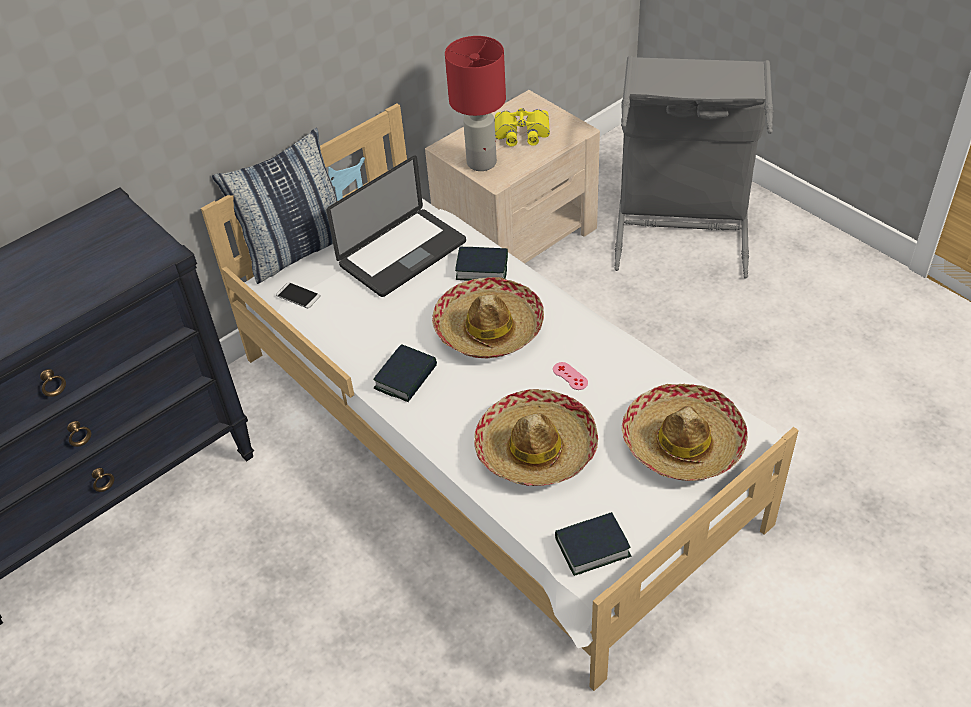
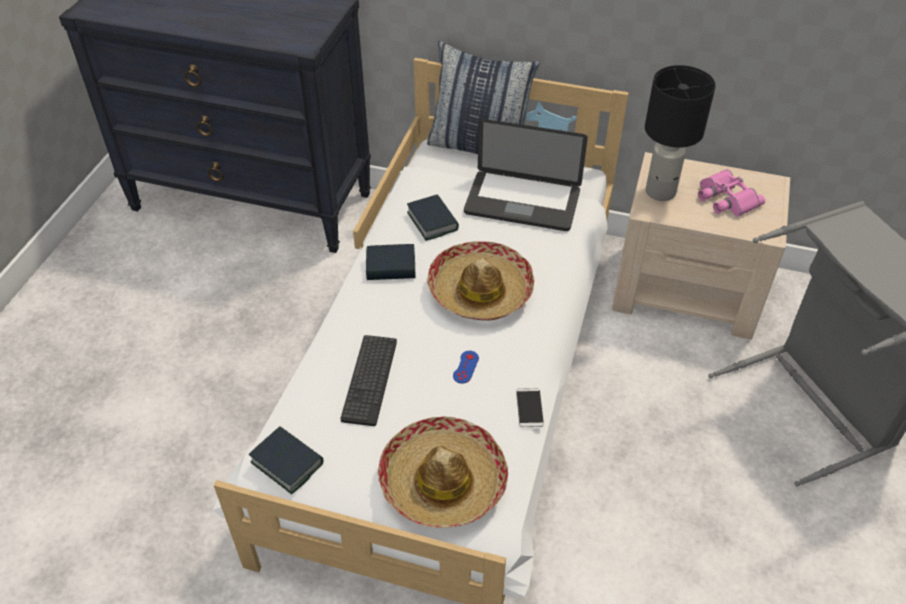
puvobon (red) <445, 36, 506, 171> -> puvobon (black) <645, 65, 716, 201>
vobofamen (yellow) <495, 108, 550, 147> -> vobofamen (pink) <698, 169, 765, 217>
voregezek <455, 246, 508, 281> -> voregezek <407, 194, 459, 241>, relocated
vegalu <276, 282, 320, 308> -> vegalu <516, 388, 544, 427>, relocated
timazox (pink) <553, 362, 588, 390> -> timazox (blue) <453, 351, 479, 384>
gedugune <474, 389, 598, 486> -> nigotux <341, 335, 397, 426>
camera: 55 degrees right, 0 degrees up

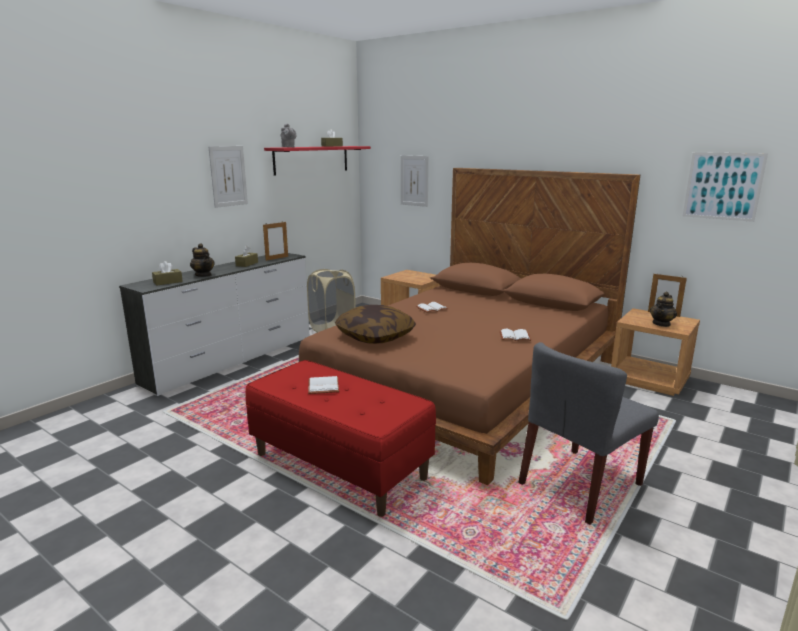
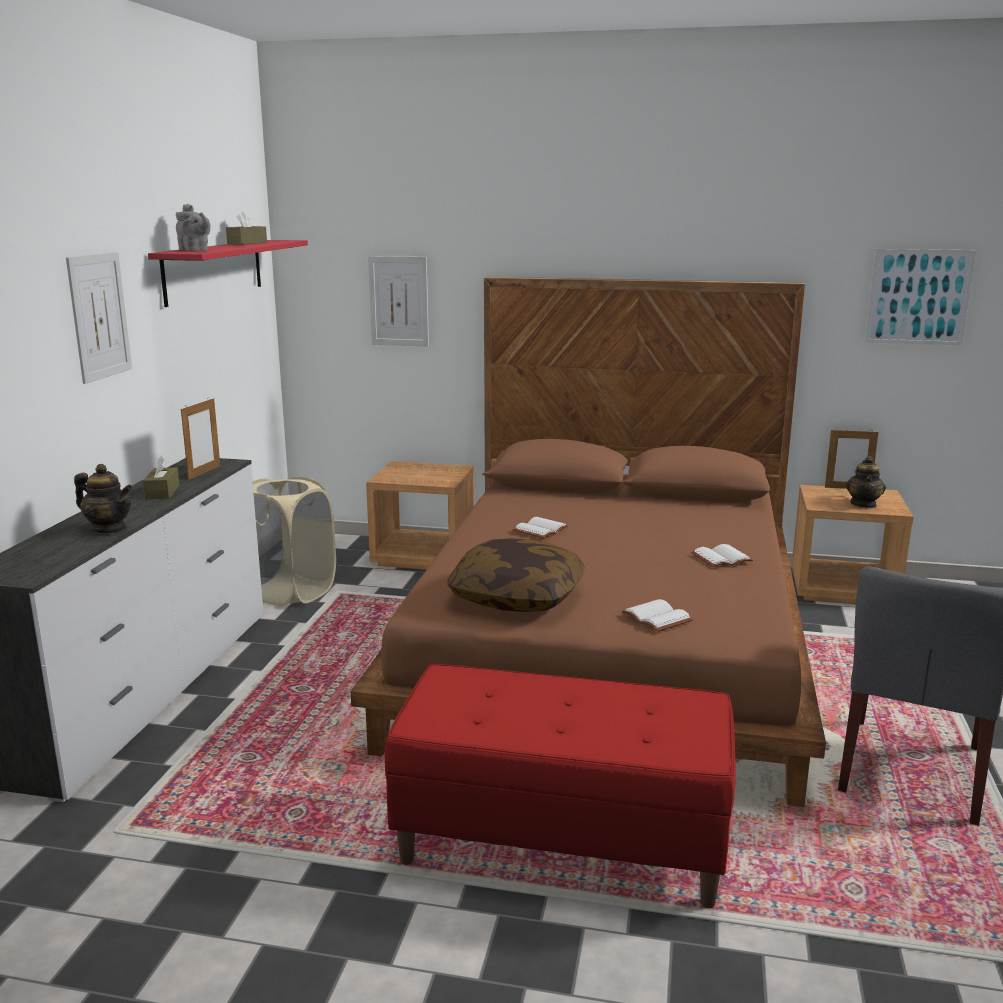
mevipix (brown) <152, 261, 183, 285> -> none
voregezek (white) <308, 376, 339, 394> -> voregezek (white) <622, 599, 693, 632>, relocated
camera: 25 degrees left, 0 degrees up

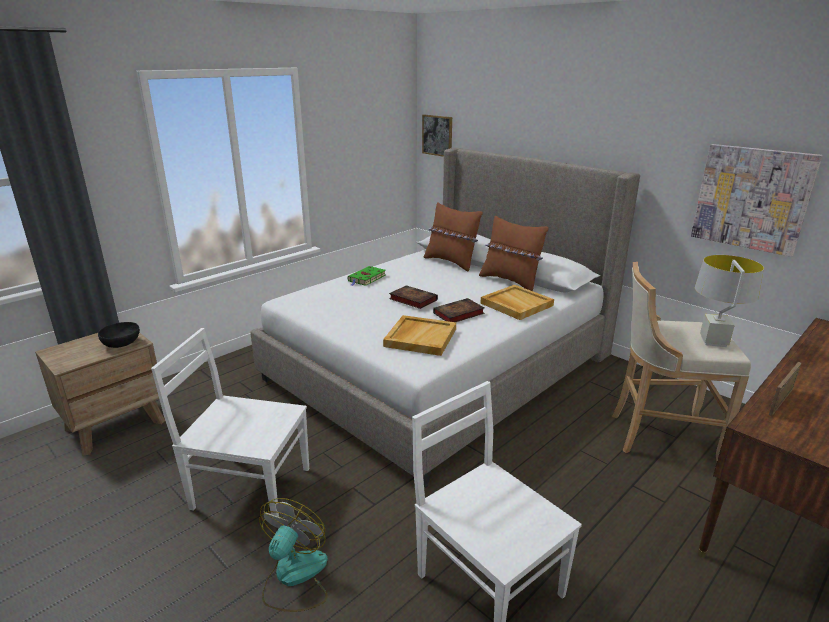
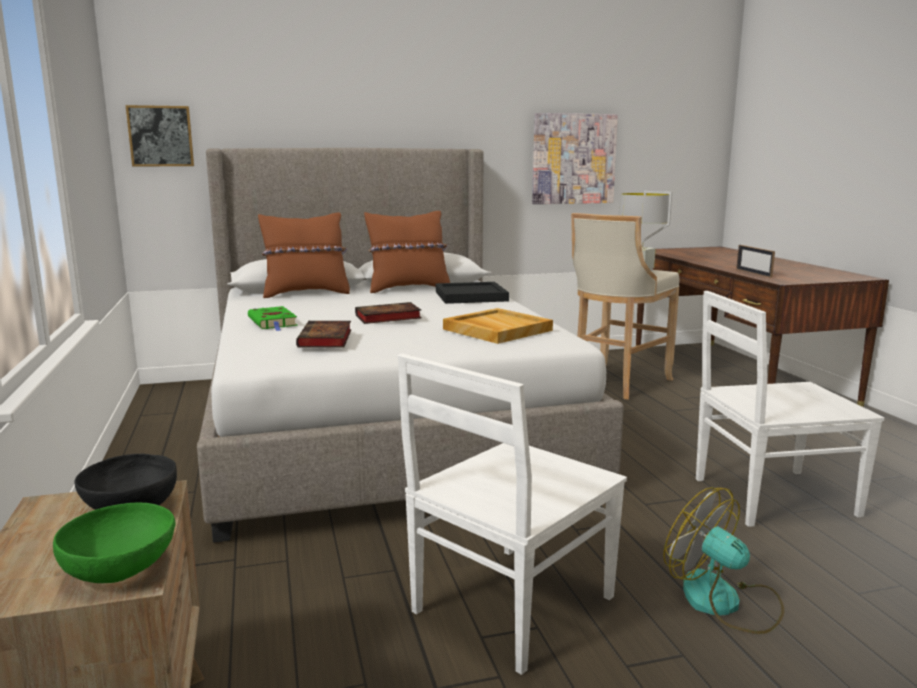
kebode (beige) <480, 285, 554, 320> -> kebode (black) <436, 282, 509, 304>
voregezek <433, 298, 485, 322> -> voregezek <296, 321, 351, 348>, relocated
none -> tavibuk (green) <53, 503, 175, 583>
camera: 60 degrees left, 10 degrees down

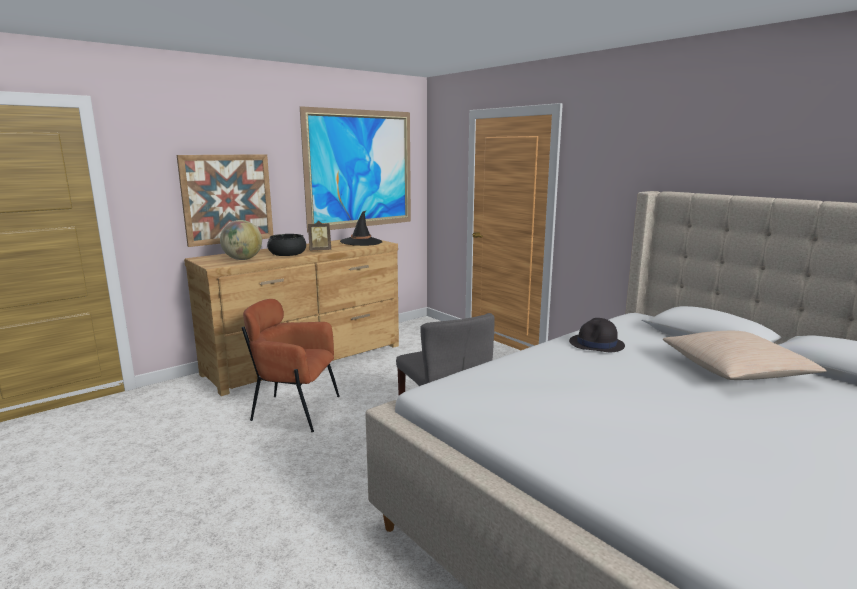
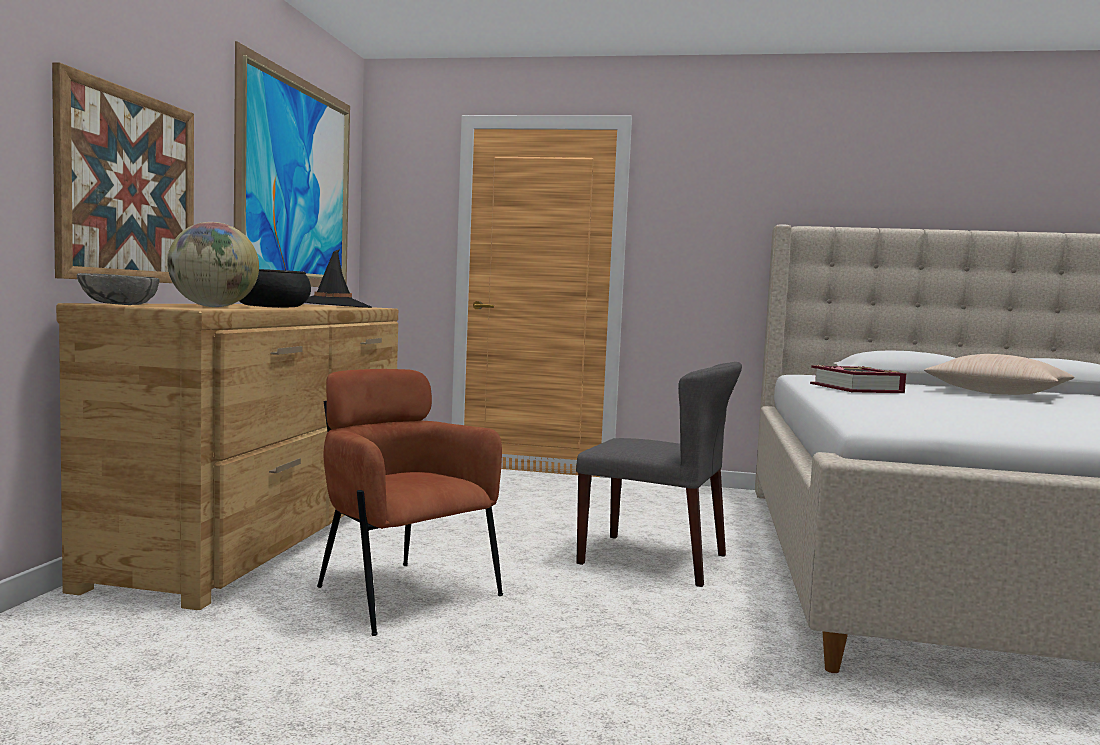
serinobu <308, 221, 331, 251> -> none
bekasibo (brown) <242, 299, 340, 432> -> bekasibo (brown) <317, 369, 503, 636>, 75 degrees clockwise
gedugune (black) <569, 318, 625, 352> -> voregezek <810, 365, 906, 393>
none -> tavibuk (grey) <77, 273, 160, 305>
camera: 40 degrees left, 10 degrees down

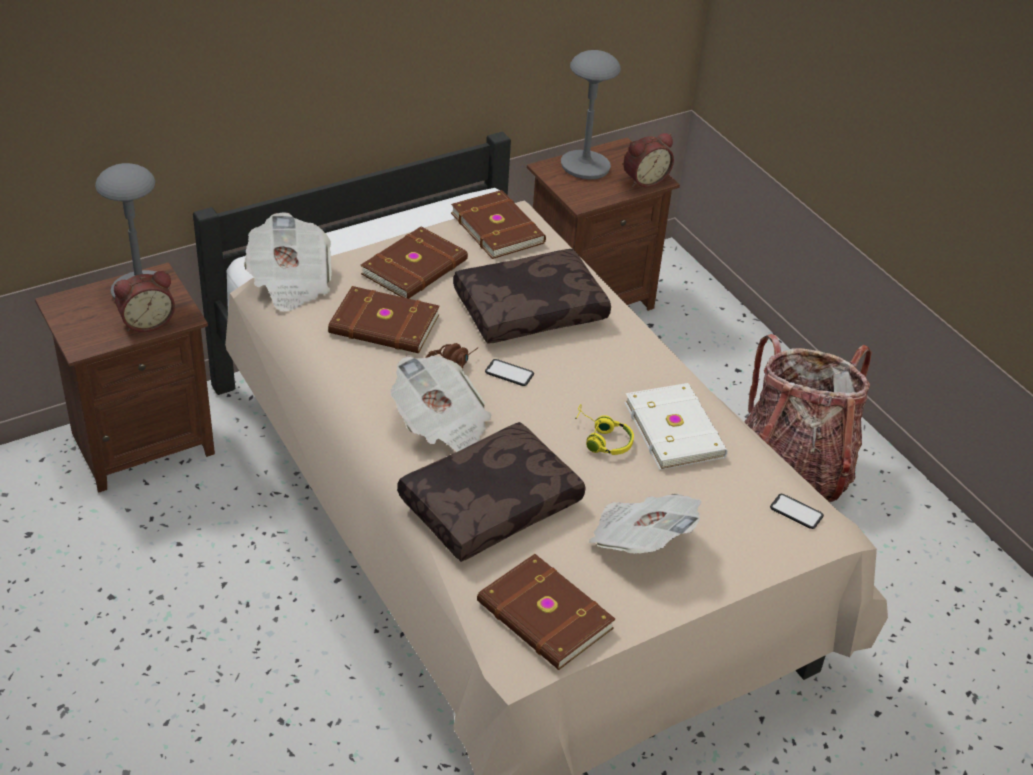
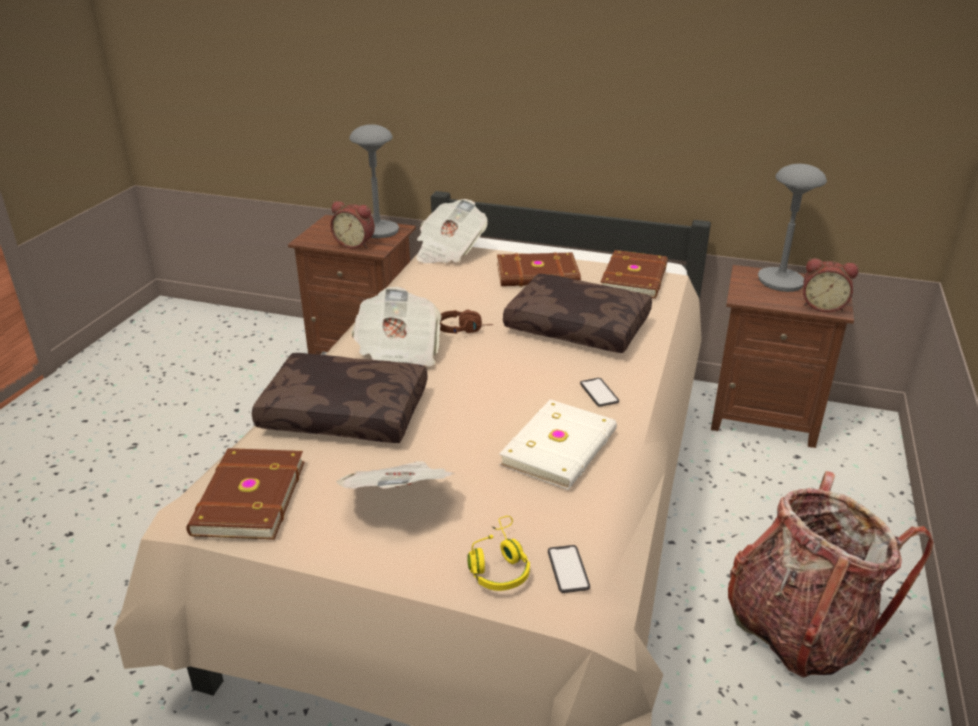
voregezek (brown) <328, 286, 439, 354> -> none
vegalu <485, 359, 534, 386> -> vegalu <580, 378, 619, 407>, relocated
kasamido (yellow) <575, 404, 634, 455> -> kasamido (yellow) <467, 516, 530, 591>, relocated
camera: 50 degrees right, 10 degrees down

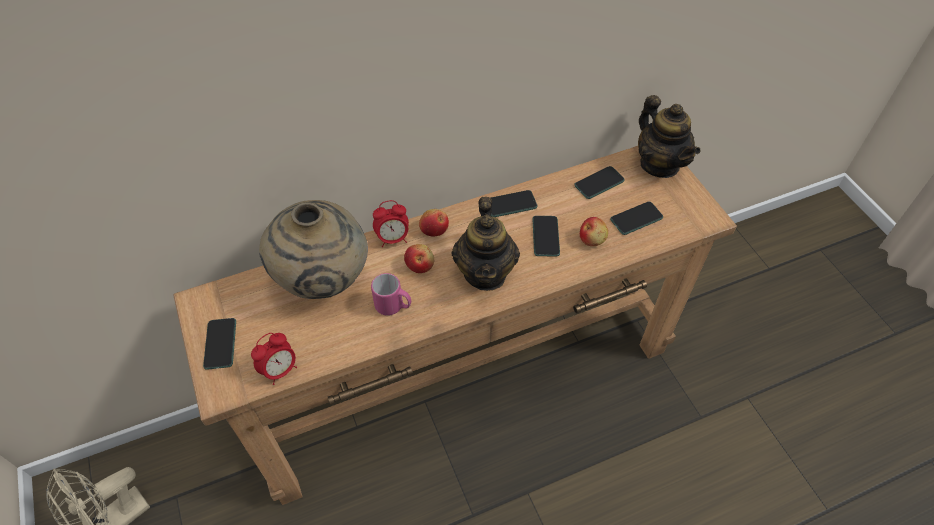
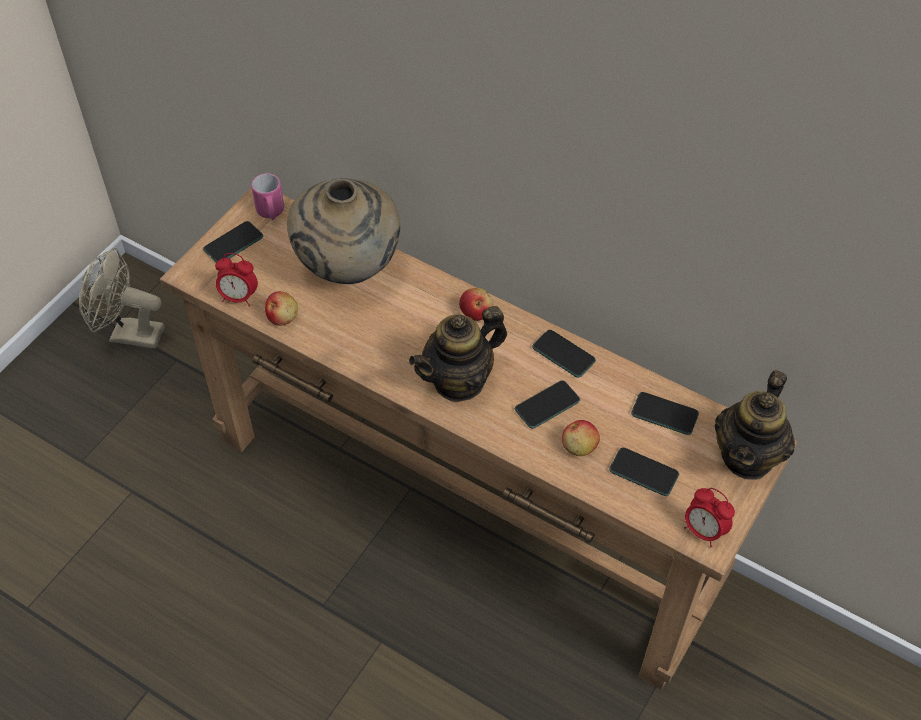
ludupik <373, 200, 409, 247> -> ludupik <684, 488, 735, 547>, relocated
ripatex <404, 244, 434, 273> -> ripatex <265, 291, 298, 326>, relocated
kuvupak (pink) <371, 273, 411, 316> -> kuvupak (pink) <251, 173, 284, 220>, relocated
camera: 55 degrees right, 0 degrees up

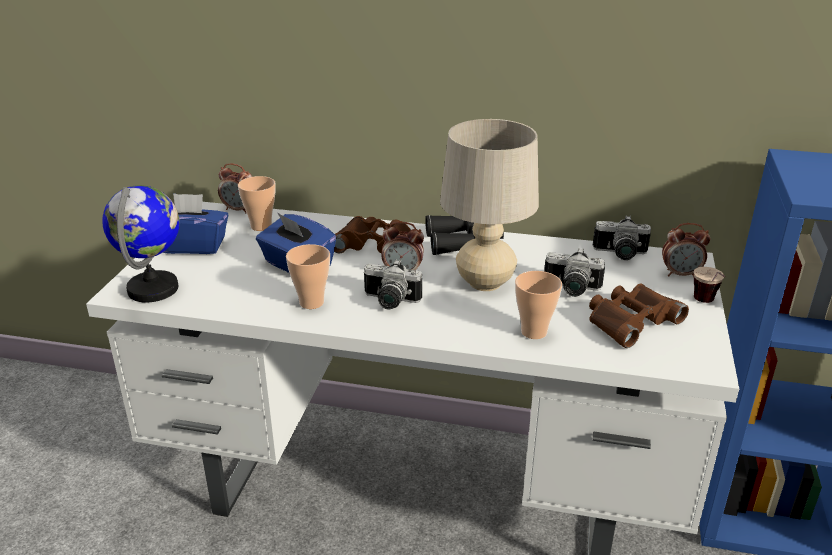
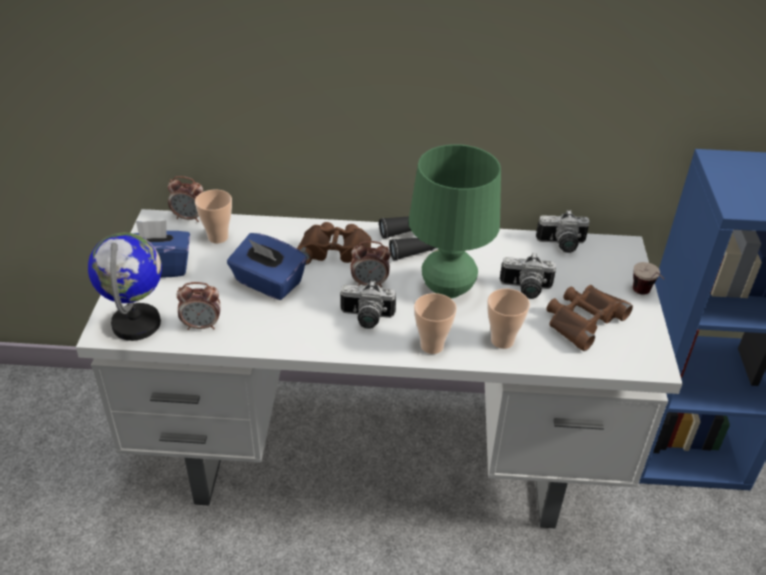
puvobon (beige) <440, 119, 539, 291> -> puvobon (green) <409, 144, 501, 298>
ludupik <662, 223, 710, 278> -> ludupik <176, 282, 221, 330>, relocated
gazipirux <286, 244, 330, 309> -> gazipirux <414, 293, 457, 354>, relocated
camera: 10 degrees left, 10 degrees up

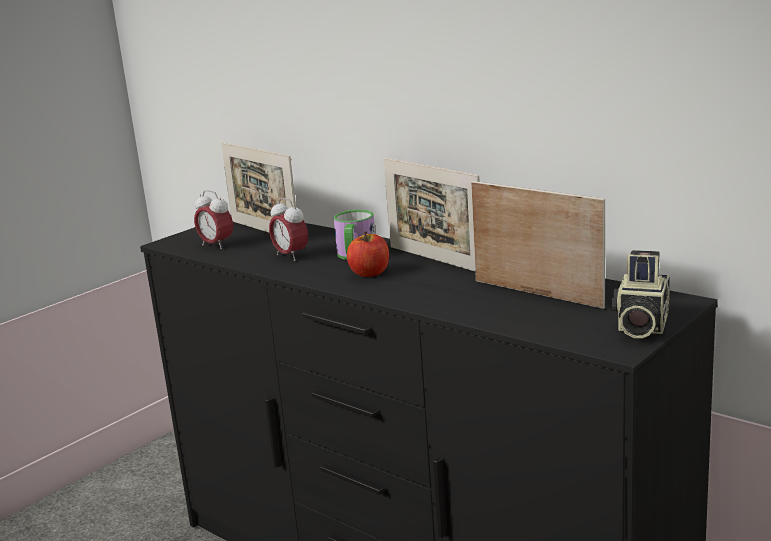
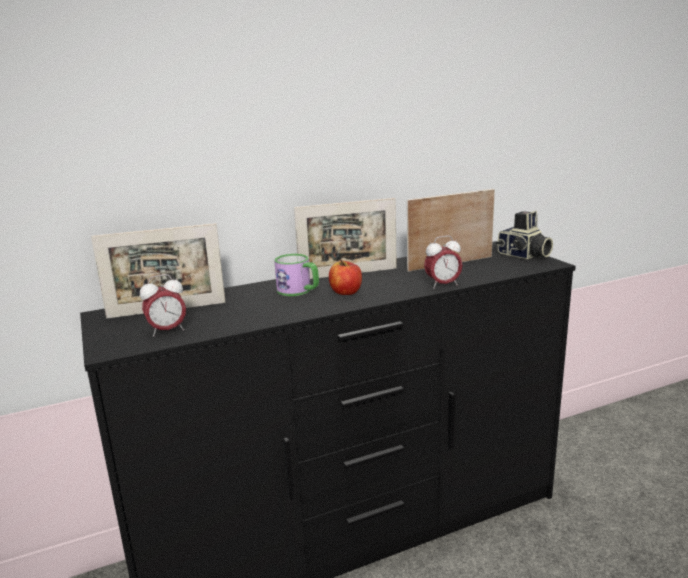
ludupik <269, 198, 308, 261> -> ludupik <424, 235, 463, 289>, relocated
camera: 65 degrees left, 0 degrees up

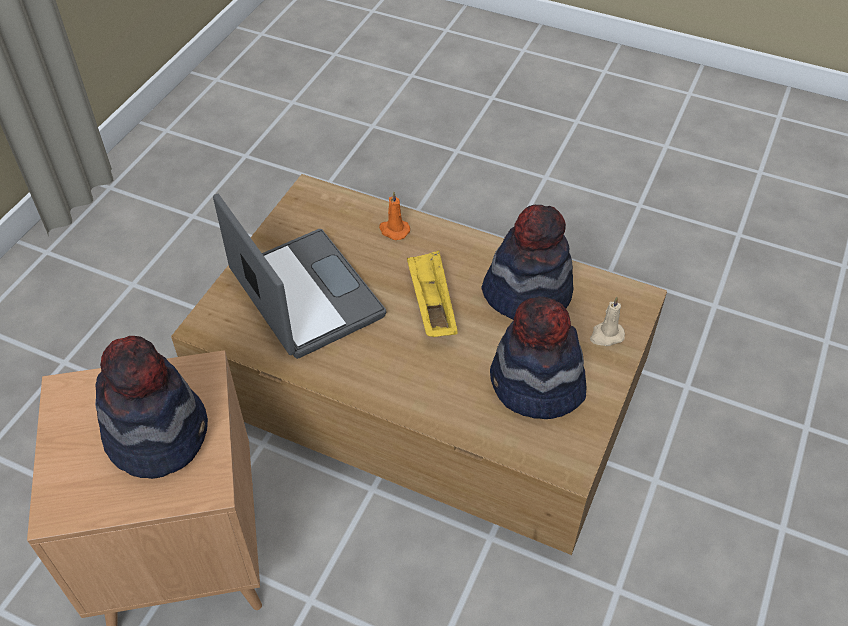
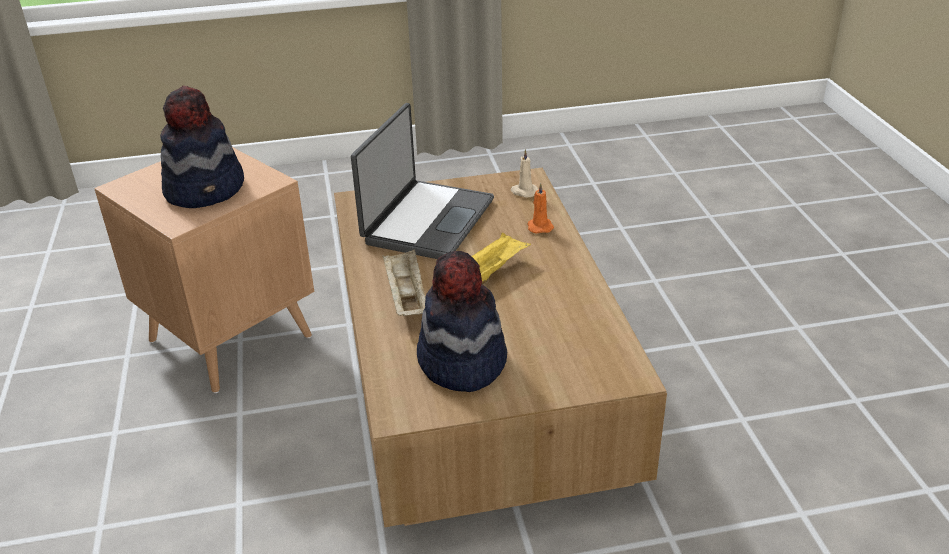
gedugune <481, 205, 573, 320> -> none
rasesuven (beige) <590, 297, 625, 346> -> rasesuven (beige) <511, 149, 538, 198>, relocated
none -> kebode (beige) <383, 249, 425, 316>
camera: 55 degrees right, 15 degrees down

